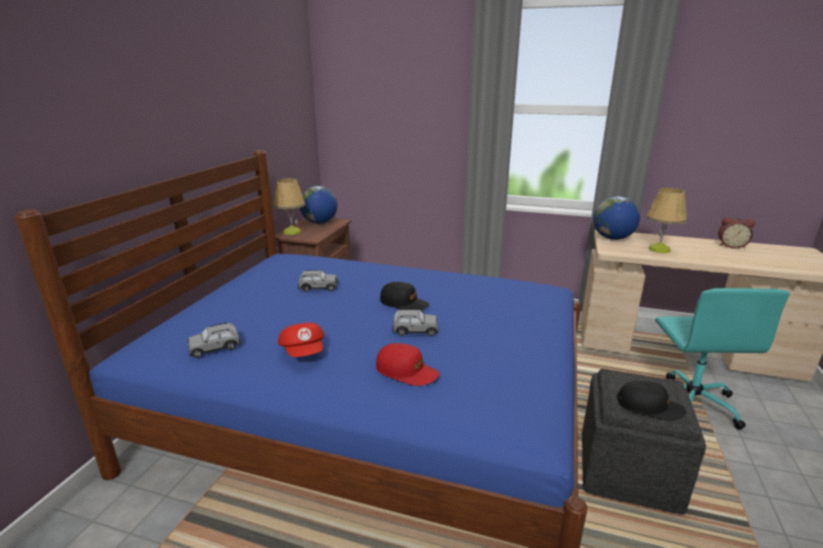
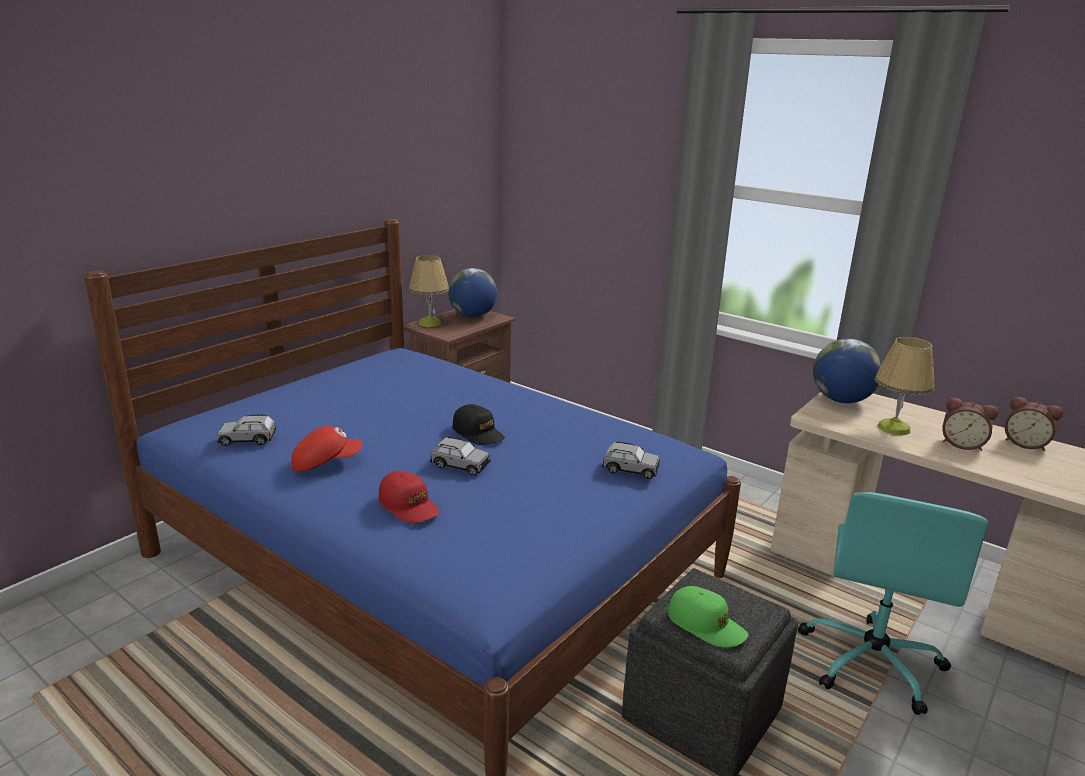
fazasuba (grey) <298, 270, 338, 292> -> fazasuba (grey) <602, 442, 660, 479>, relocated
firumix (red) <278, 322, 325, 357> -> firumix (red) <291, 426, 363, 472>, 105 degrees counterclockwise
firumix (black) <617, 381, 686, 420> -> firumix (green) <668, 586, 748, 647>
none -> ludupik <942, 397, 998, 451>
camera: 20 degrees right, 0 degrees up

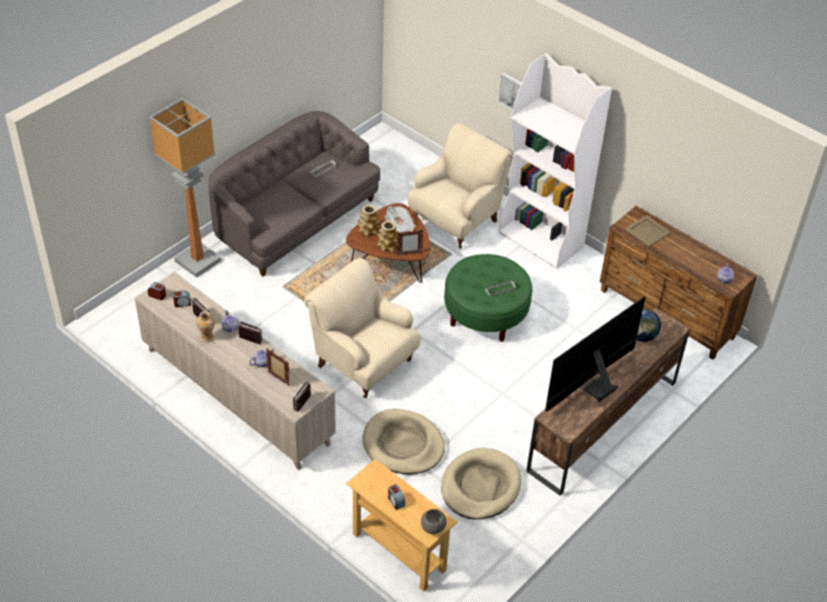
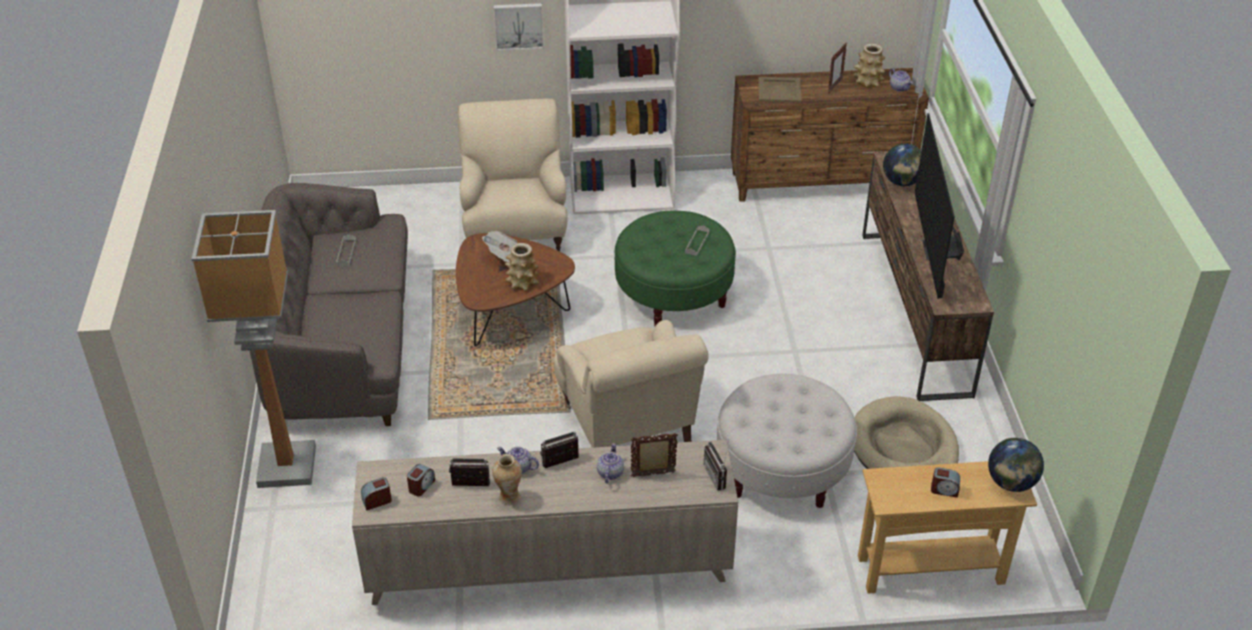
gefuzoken <357, 204, 381, 236> -> gefuzoken <853, 44, 885, 88>, relocated
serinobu <397, 229, 424, 256> -> serinobu <828, 43, 847, 93>, relocated
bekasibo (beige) <305, 258, 421, 398> -> bekasibo (beige) <554, 320, 709, 448>, 105 degrees counterclockwise
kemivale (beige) <363, 409, 445, 475> -> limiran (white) <717, 374, 857, 508>
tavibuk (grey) <421, 509, 447, 534> -> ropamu <988, 438, 1044, 492>
camera: 45 degrees left, 5 degrees down

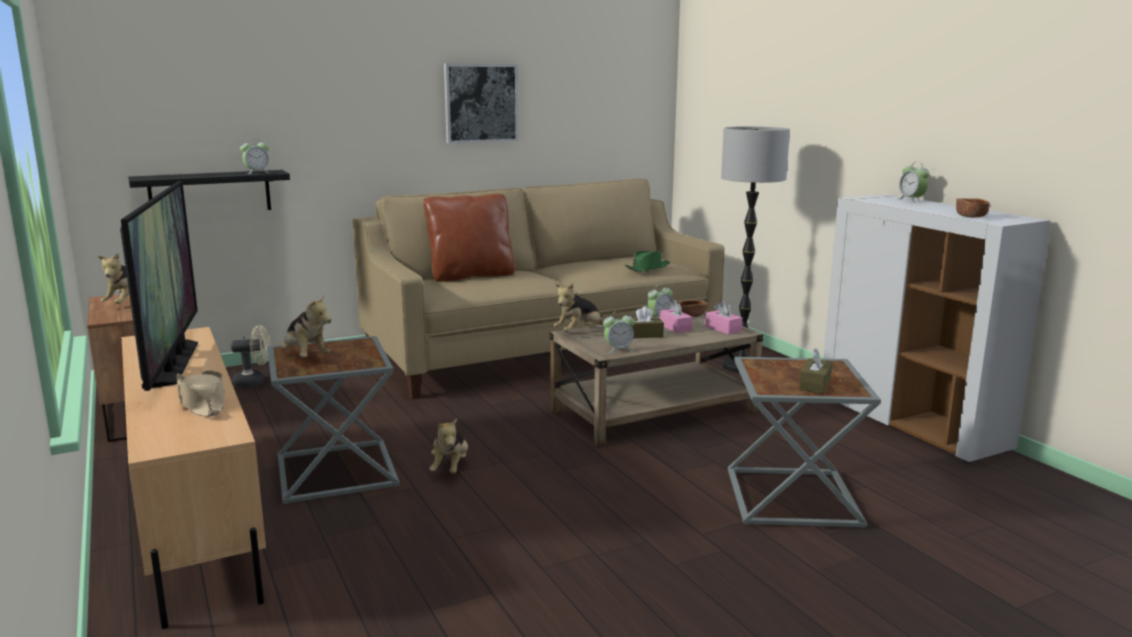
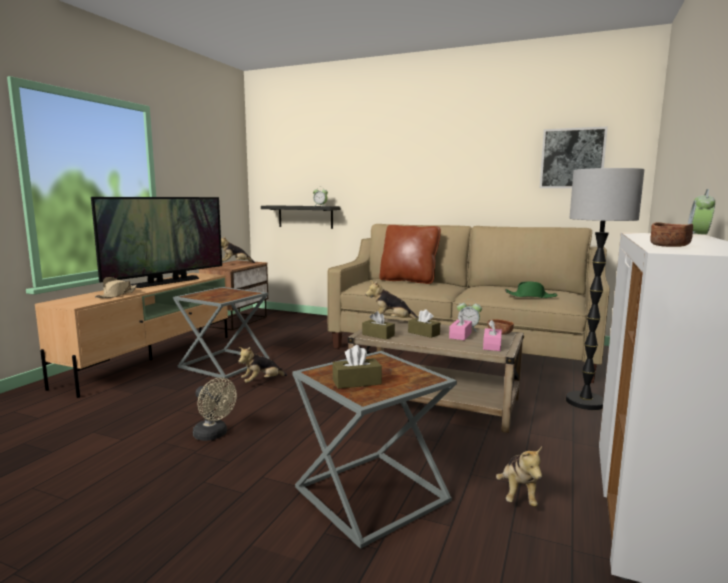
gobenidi <444, 64, 519, 143> -> gobenidi <540, 126, 608, 188>, relocated
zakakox <280, 294, 331, 357> -> zakakox <496, 447, 542, 507>, relocated
ludupik <603, 311, 635, 354> -> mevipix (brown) <362, 311, 395, 339>
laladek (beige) <231, 325, 271, 387> -> laladek (beige) <193, 378, 237, 441>, relocated
camera: 50 degrees right, 5 degrees down

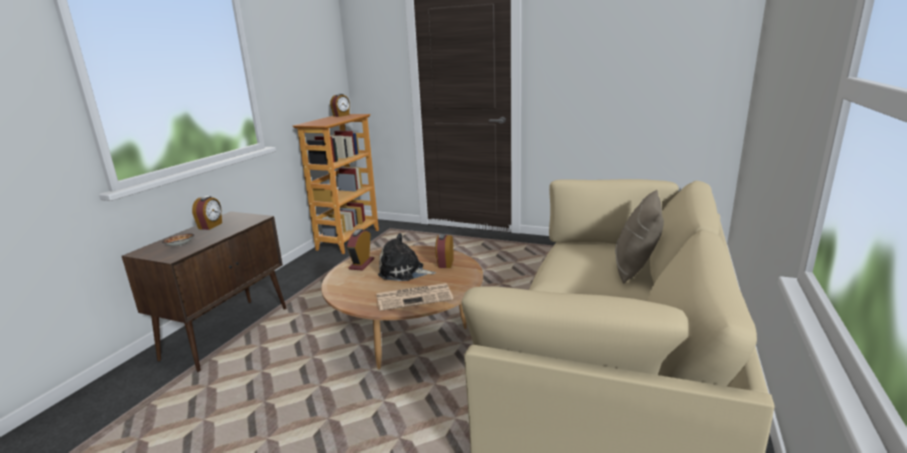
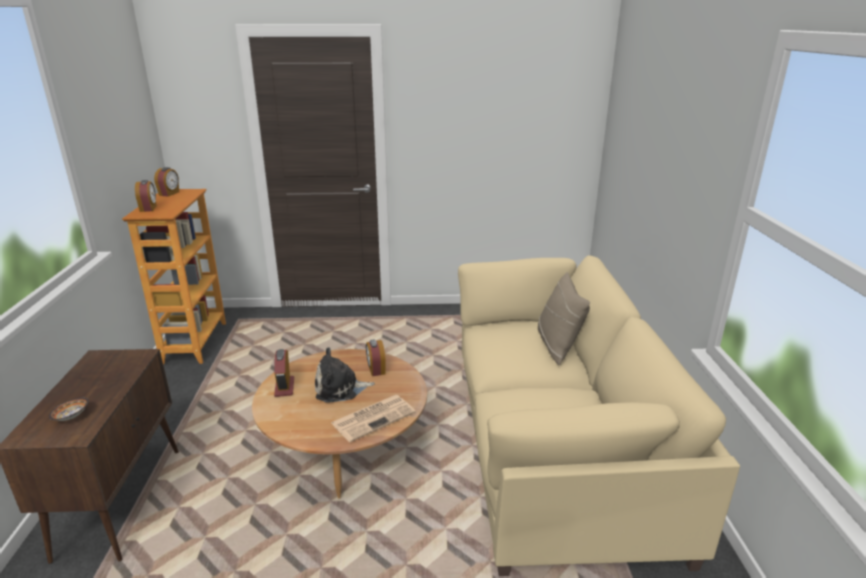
ludupik <192, 196, 222, 230> -> ludupik <135, 180, 157, 212>, relocated
camera: 25 degrees left, 5 degrees up

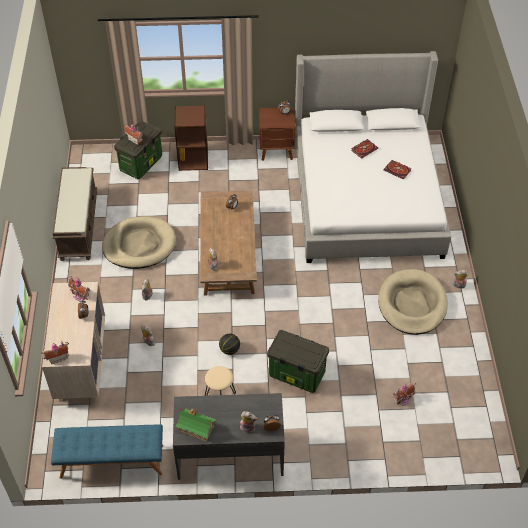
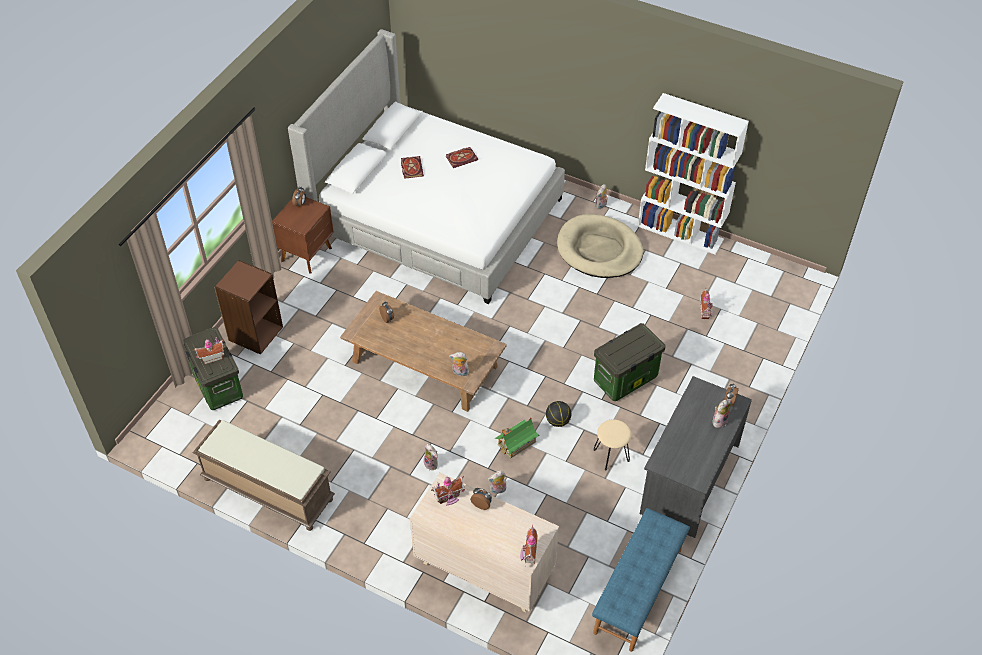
kemivale (beige) <102, 216, 176, 269> -> none
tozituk <175, 408, 217, 442> -> tozituk <495, 418, 539, 458>, relocated
none -> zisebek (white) <638, 93, 749, 255>
camera: 60 degrees left, 0 degrees up

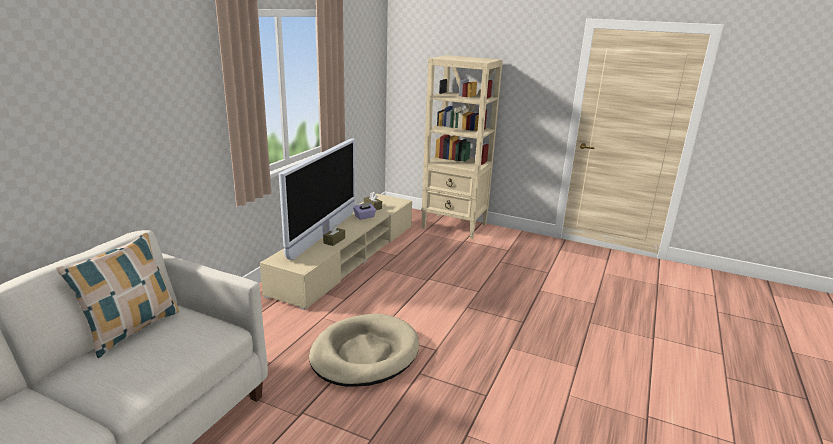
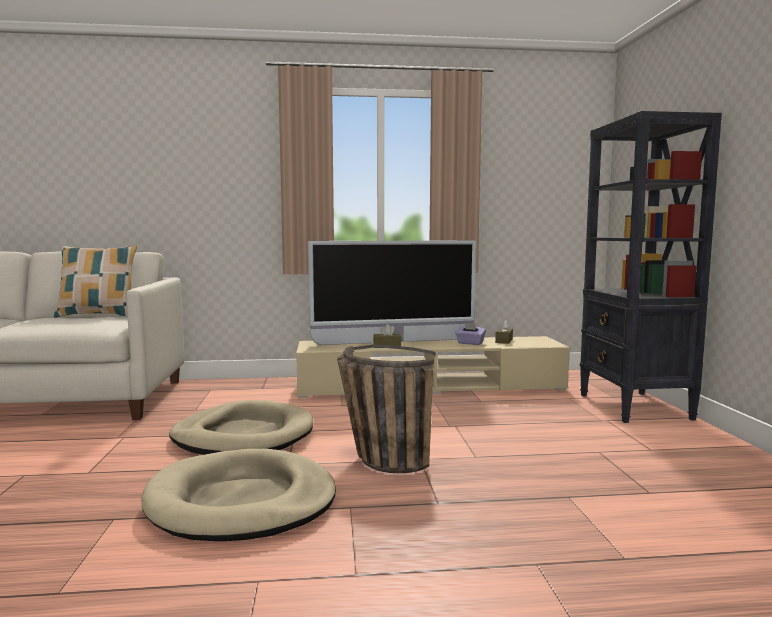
zisebek (beige) <421, 55, 503, 239> -> zisebek (black) <580, 111, 722, 423>
none -> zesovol <337, 345, 436, 473>
none -> kemivale (beige) <141, 449, 336, 541>
camera: 60 degrees right, 15 degrees down

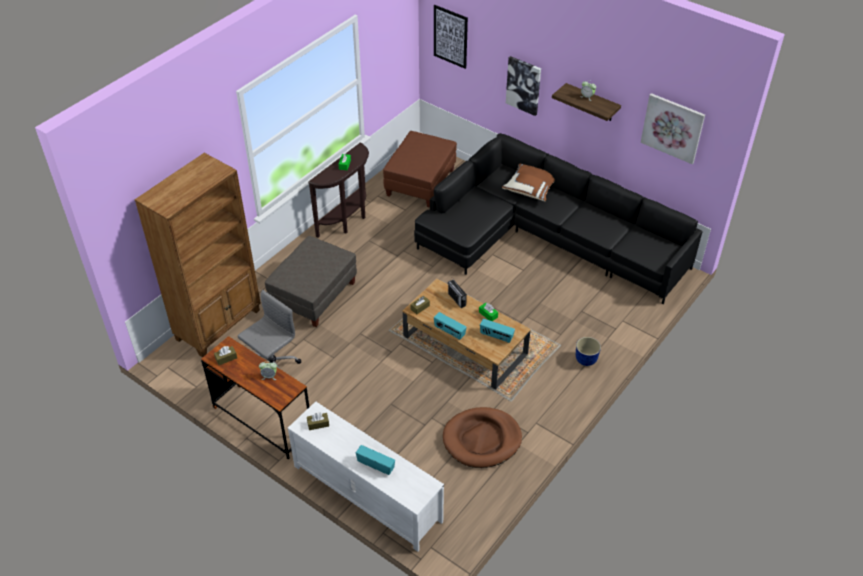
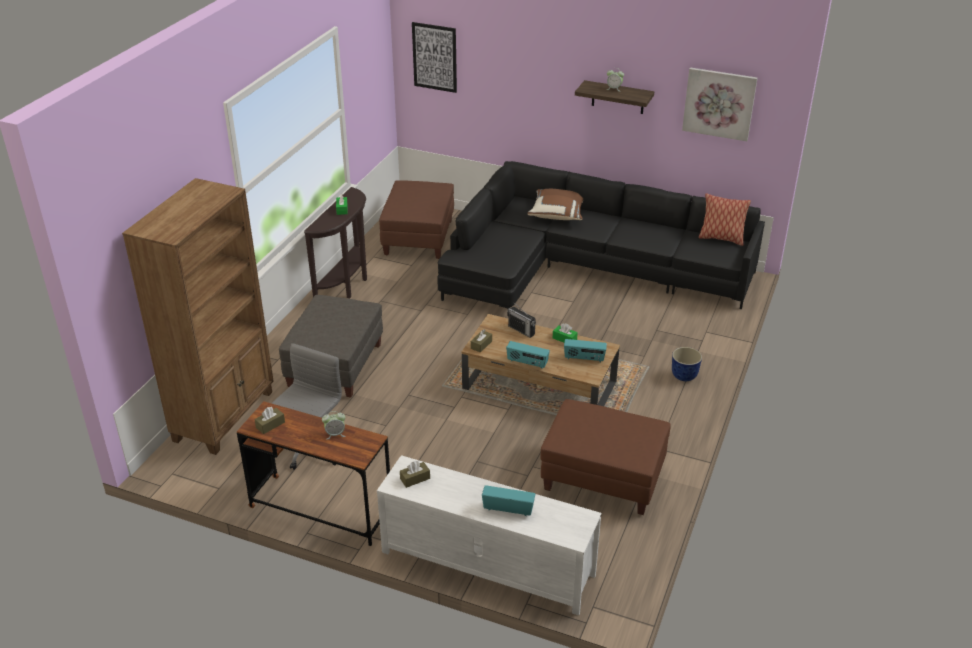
gobenidi <506, 56, 541, 116> -> none
kemivale (brown) <443, 407, 522, 468> -> limiran (brown) <540, 399, 671, 515>
none -> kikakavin <699, 194, 751, 246>
camera: 15 degrees left, 10 degrees down

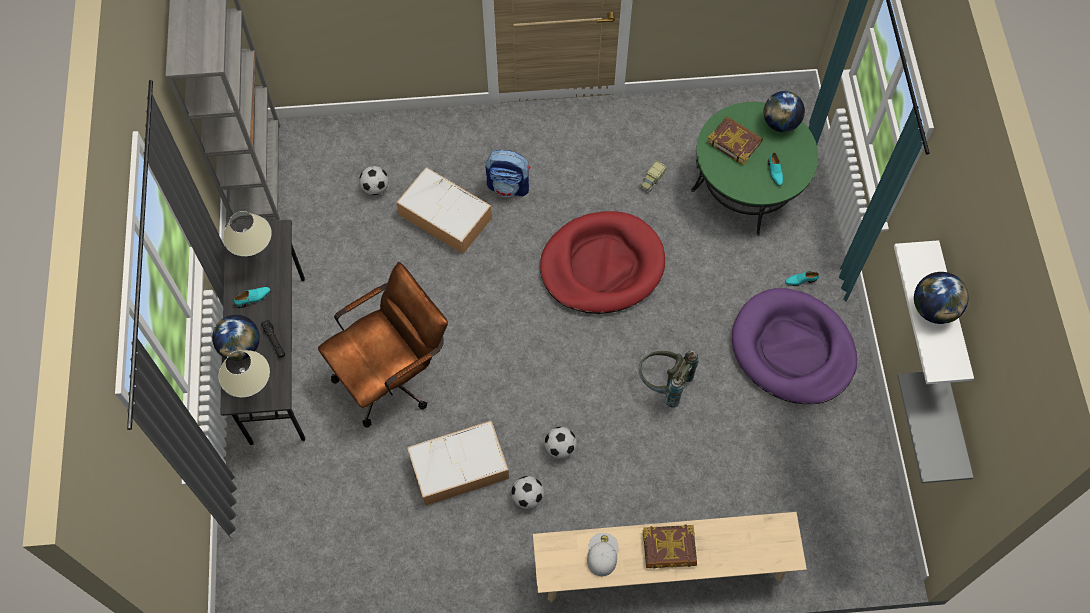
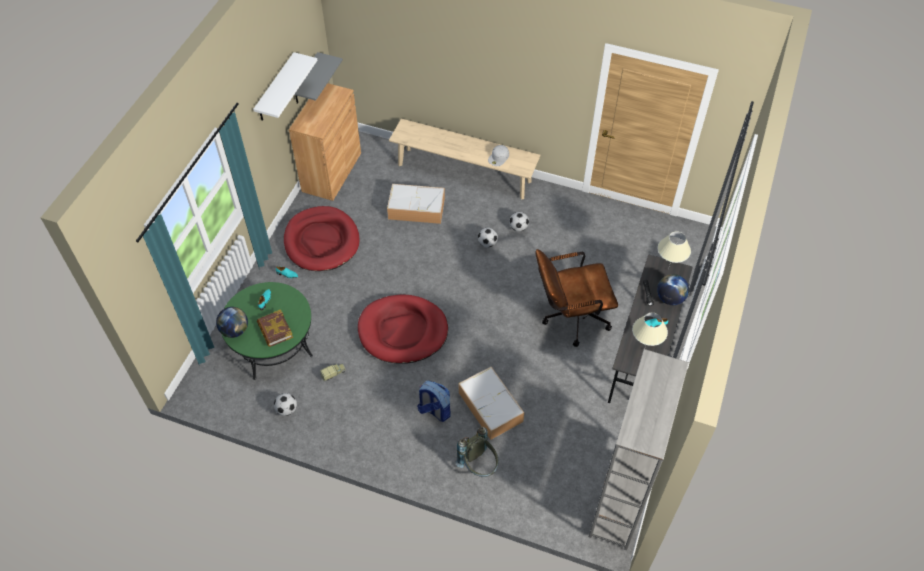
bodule <359, 166, 389, 195> -> bodule <274, 393, 297, 416>, relocated
ropamu <914, 272, 969, 324> -> none
kemivale (purple) <732, 288, 858, 404> -> kemivale (red) <284, 206, 360, 271>
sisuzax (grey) <639, 351, 699, 408> -> sisuzax (grey) <455, 427, 499, 477>, relocated
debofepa <407, 421, 509, 506> -> debofepa <387, 184, 445, 224>, relocated
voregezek <643, 525, 697, 569> -> none
none -> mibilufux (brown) <289, 83, 361, 201>
camera: 155 degrees left, 10 degrees down

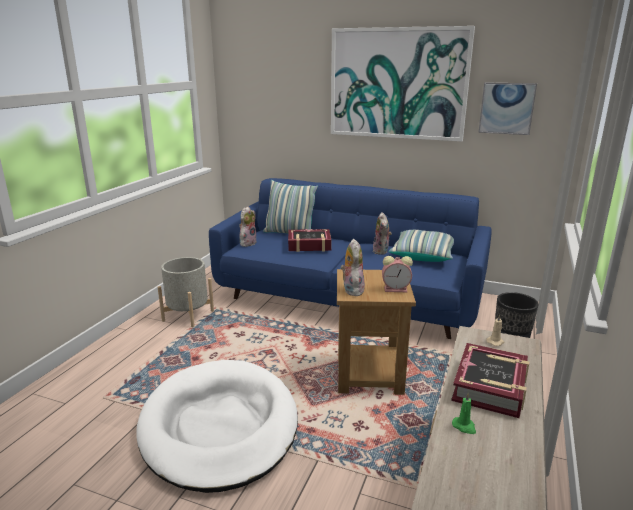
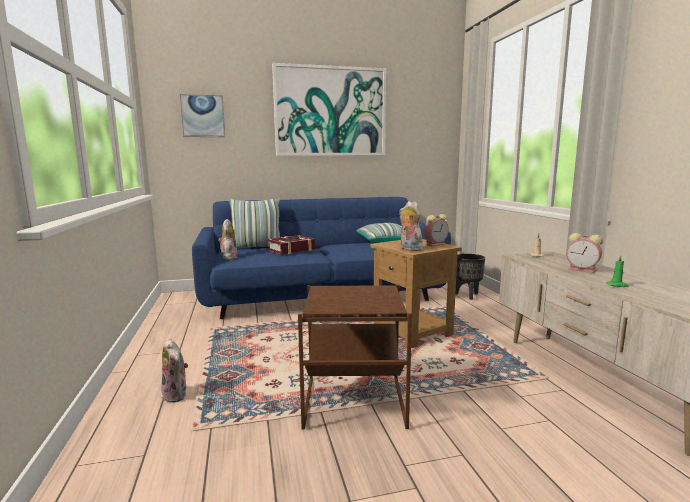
gobenidi <478, 82, 537, 135> -> gobenidi <180, 94, 225, 137>, relocated
zakakox <373, 212, 392, 255> -> zakakox <161, 338, 188, 403>, relocated
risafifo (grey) <158, 257, 214, 327> -> none
voregezek <451, 343, 529, 418> -> ludupik <566, 233, 603, 273>
kemivale (white) <136, 360, 298, 493> -> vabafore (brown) <298, 285, 412, 429>
camera: 35 degrees left, 10 degrees down

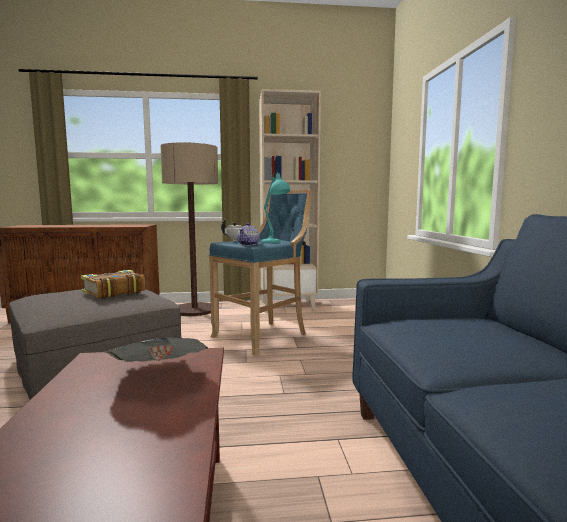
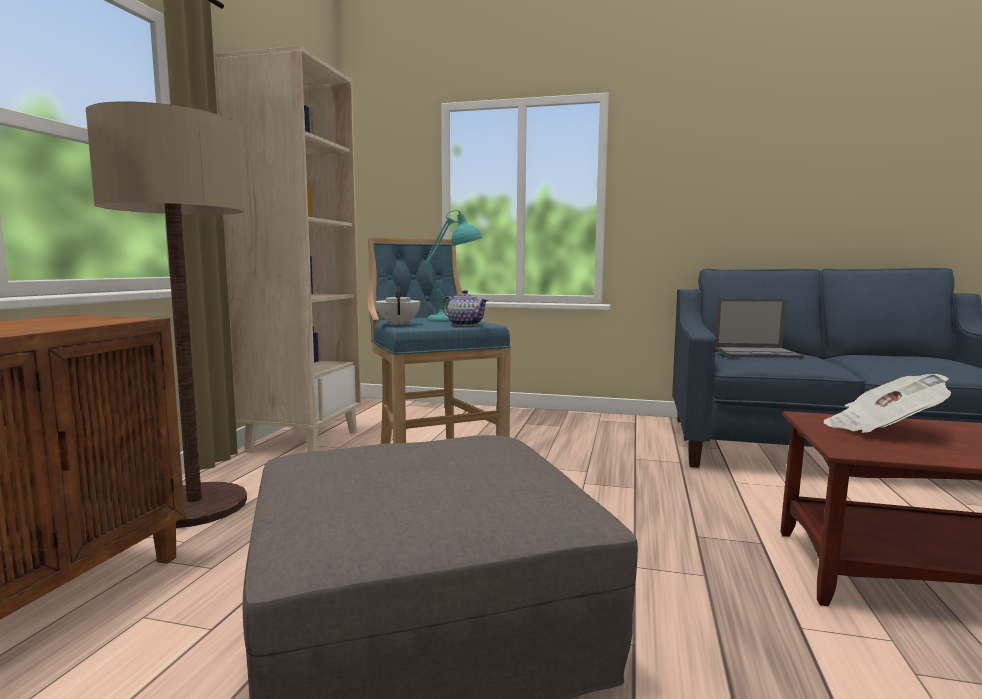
voregezek <81, 270, 145, 299> -> none
none -> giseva <715, 298, 804, 358>
camera: 70 degrees left, 0 degrees up

